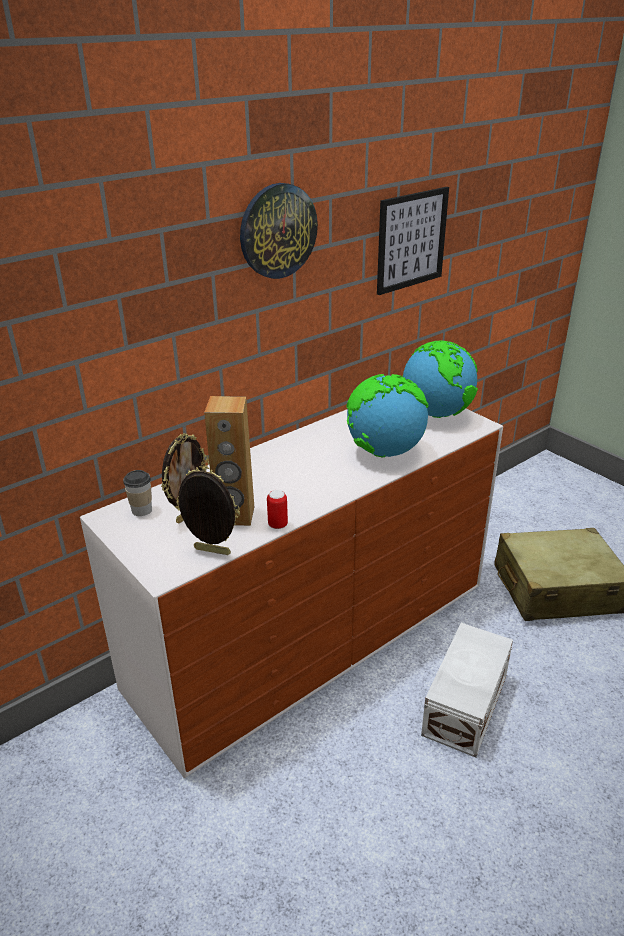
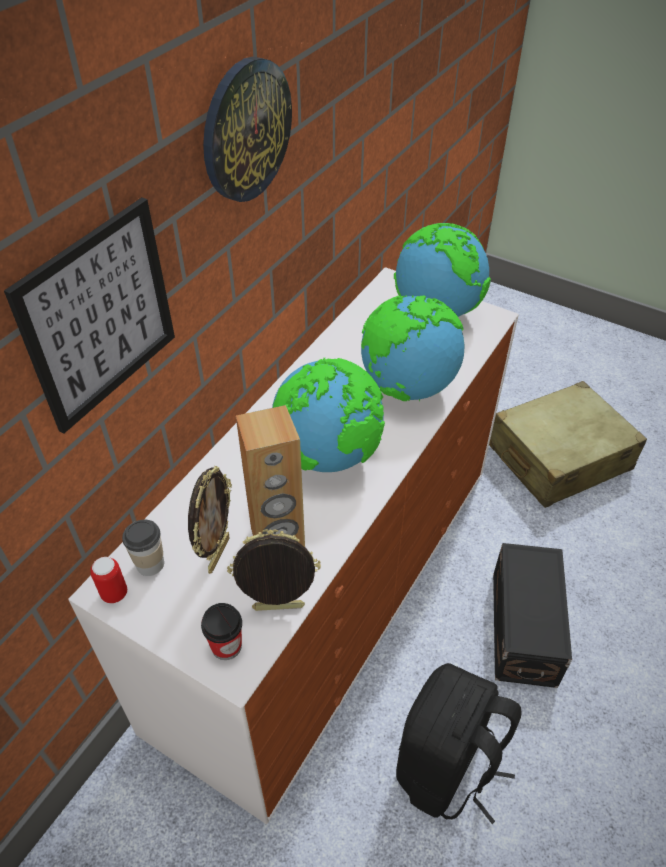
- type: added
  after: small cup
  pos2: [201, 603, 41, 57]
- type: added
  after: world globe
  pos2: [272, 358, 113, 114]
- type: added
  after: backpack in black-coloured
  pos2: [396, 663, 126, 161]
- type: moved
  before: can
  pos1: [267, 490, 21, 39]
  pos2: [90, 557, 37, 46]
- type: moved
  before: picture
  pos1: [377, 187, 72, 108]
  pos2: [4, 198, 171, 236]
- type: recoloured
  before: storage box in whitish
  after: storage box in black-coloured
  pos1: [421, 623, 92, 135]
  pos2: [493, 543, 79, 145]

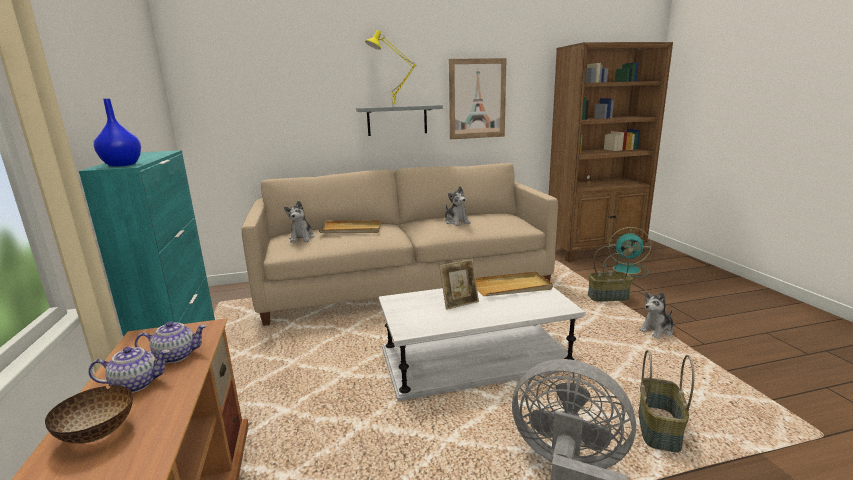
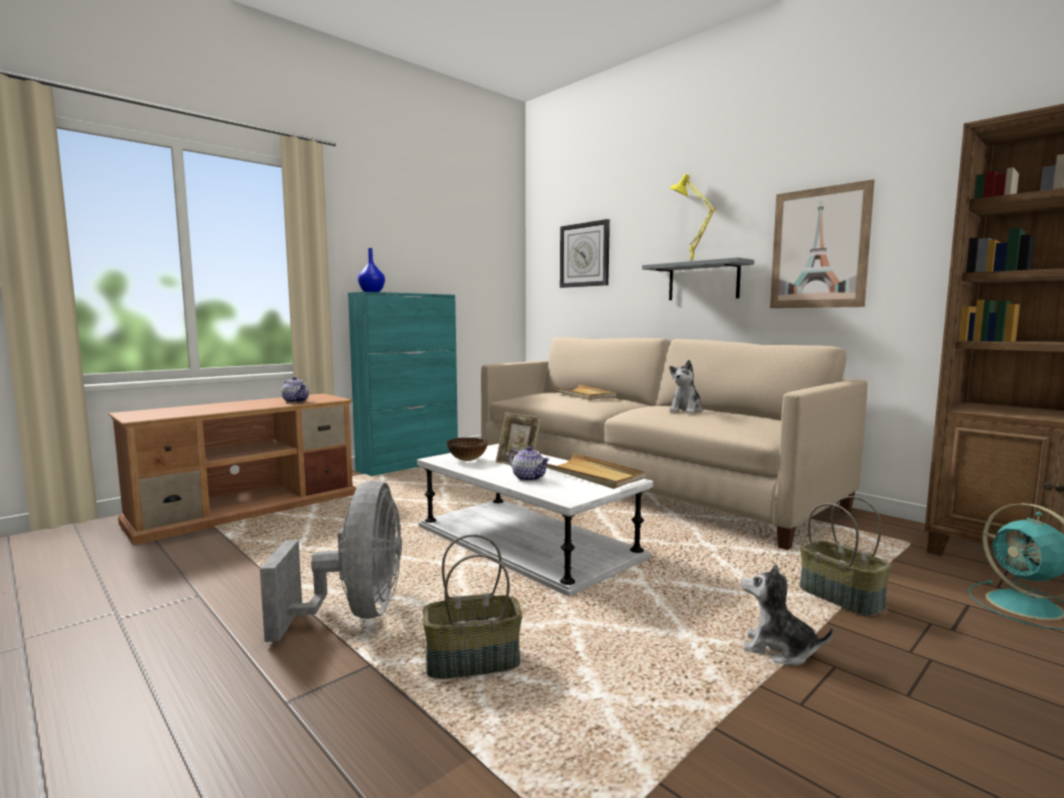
- type: removed
  before: soft toy
  pos1: [284, 201, 30, 42]
- type: added
  after: wall clock
  pos2: [560, 219, 50, 69]
- type: moved
  before: bowl
  pos1: [45, 385, 88, 59]
  pos2: [447, 438, 41, 23]
- type: moved
  before: tea pot
  pos1: [88, 347, 82, 46]
  pos2: [509, 446, 41, 35]

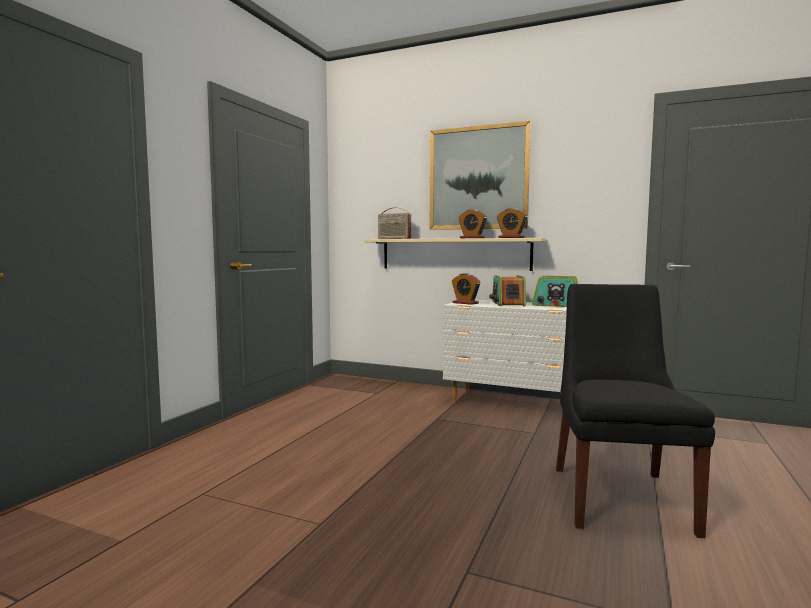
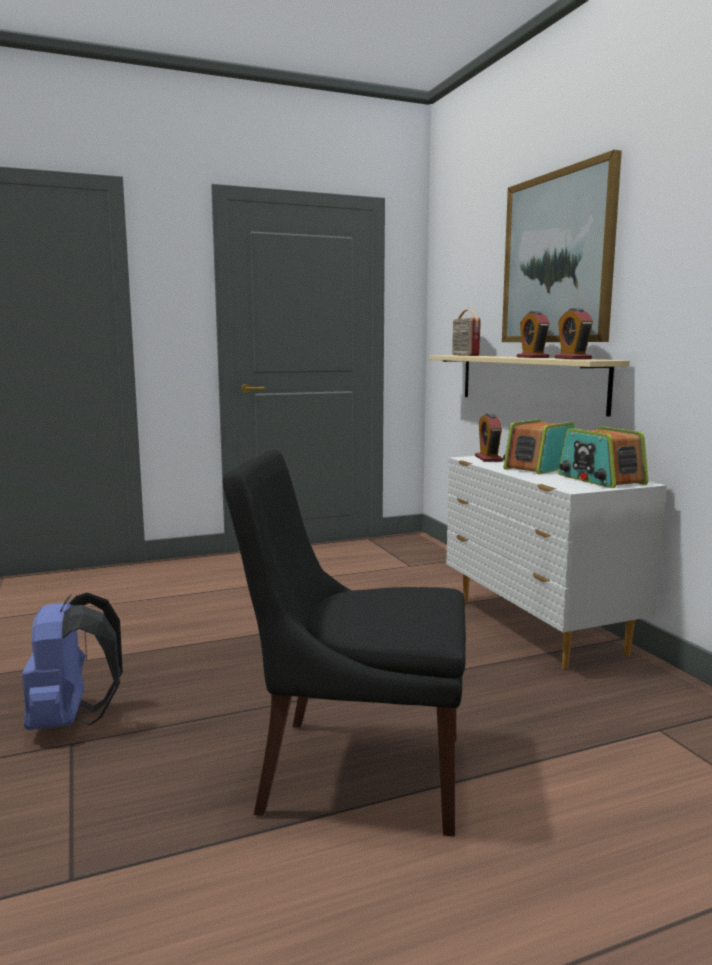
- type: added
  after: backpack in bluish
  pos2: [22, 593, 101, 137]
- type: turned
  before: plain chair in black-coloured
  pos1: [556, 284, 159, 254]
  pos2: [223, 450, 243, 387]
  turn: -135

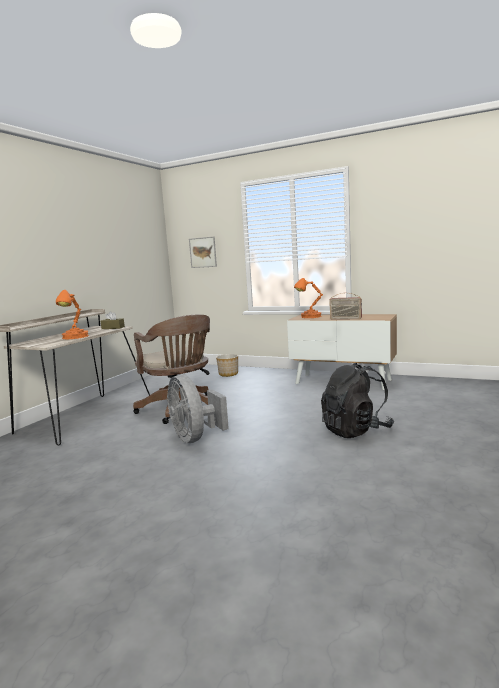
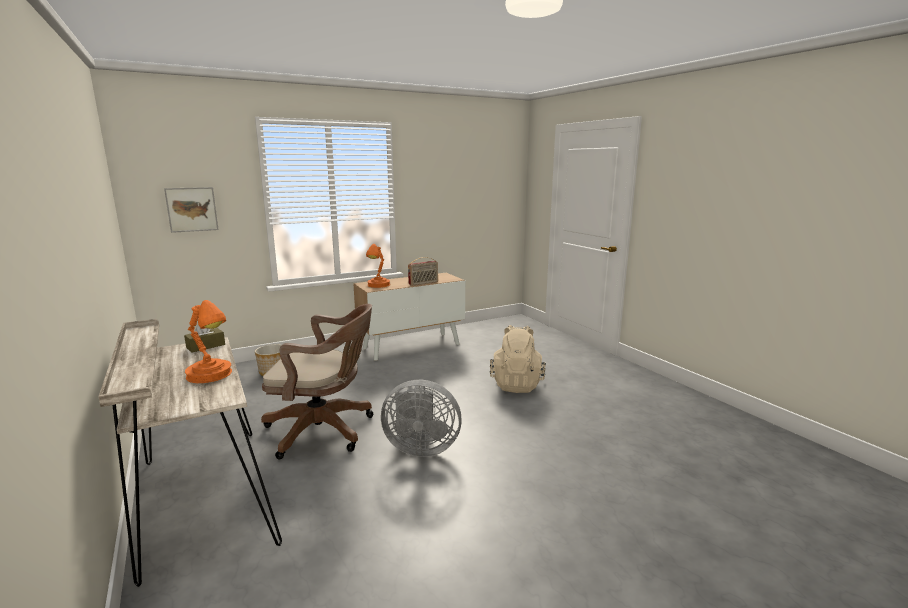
- type: recoloured
  before: backpack in black-coloured
  after: backpack in beige-coloured
  pos1: [321, 363, 73, 75]
  pos2: [490, 325, 56, 68]

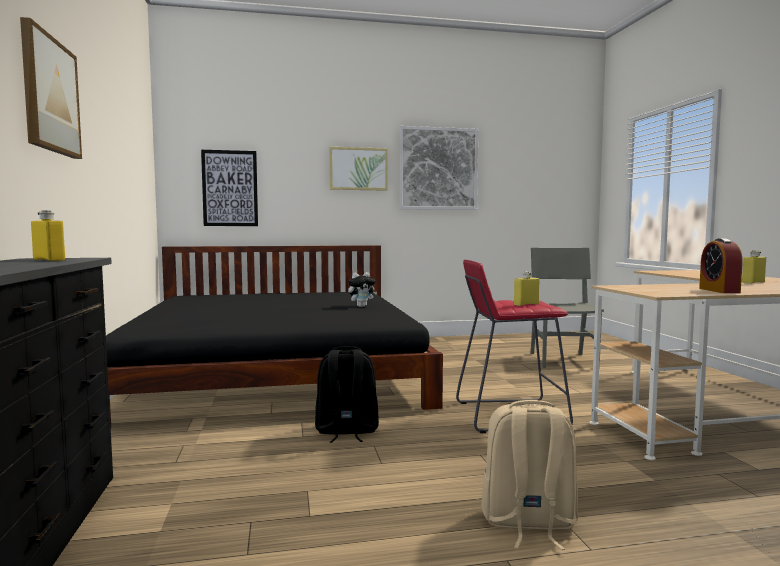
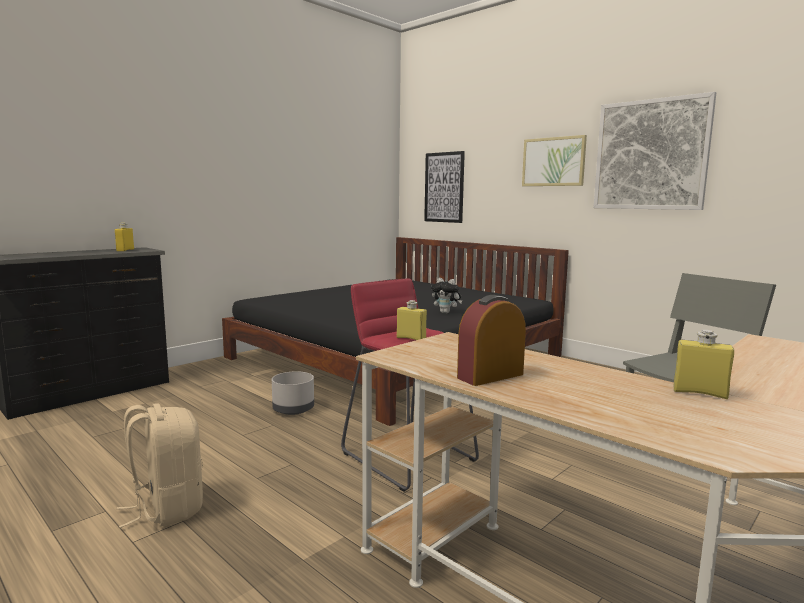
- type: removed
  before: picture
  pos1: [20, 17, 62, 142]
- type: replaced
  before: backpack in black-coloured
  after: plant pot in gray
  pos1: [315, 346, 64, 97]
  pos2: [272, 371, 42, 44]

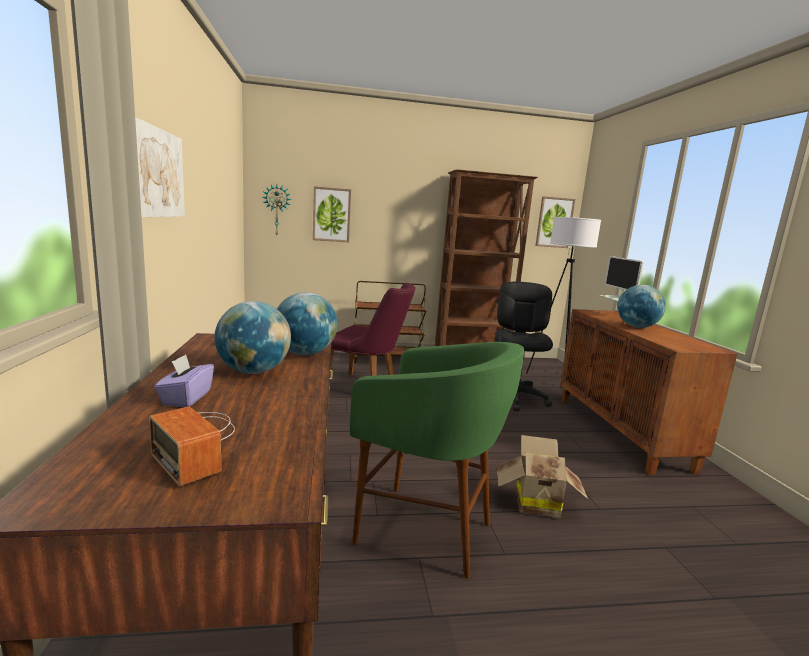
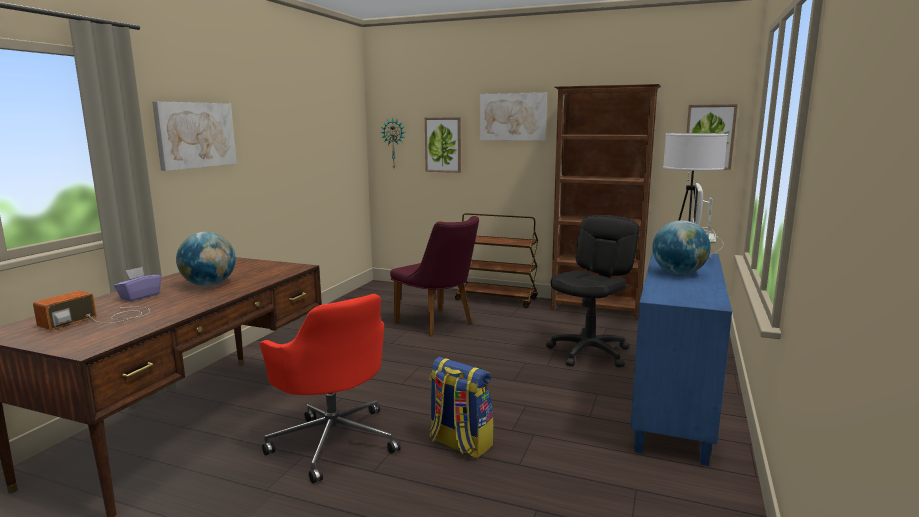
- type: removed
  before: world globe
  pos1: [277, 292, 61, 63]
- type: added
  after: picture
  pos2: [480, 93, 67, 47]
- type: replaced
  before: stool seat in green
  after: office chair in red-coloured
  pos1: [350, 342, 174, 237]
  pos2: [260, 294, 141, 190]
- type: replaced
  before: cardboard box
  after: backpack
  pos1: [496, 435, 92, 83]
  pos2: [429, 357, 64, 102]
- type: recoloured
  before: storage cabinet in brown
  after: storage cabinet in bluish
  pos1: [560, 309, 177, 166]
  pos2: [630, 251, 102, 215]
- type: turned
  before: radio receiver
  pos1: [149, 406, 86, 81]
  pos2: [33, 291, 117, 39]
  turn: 45

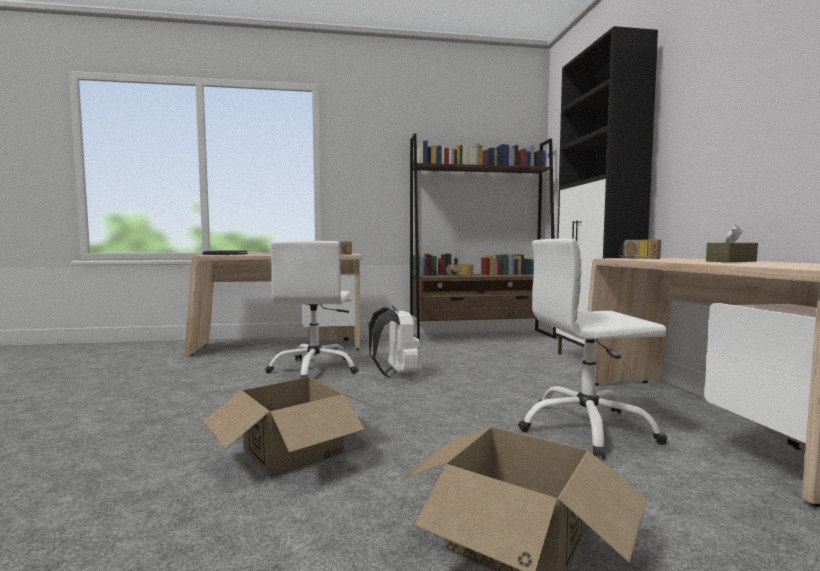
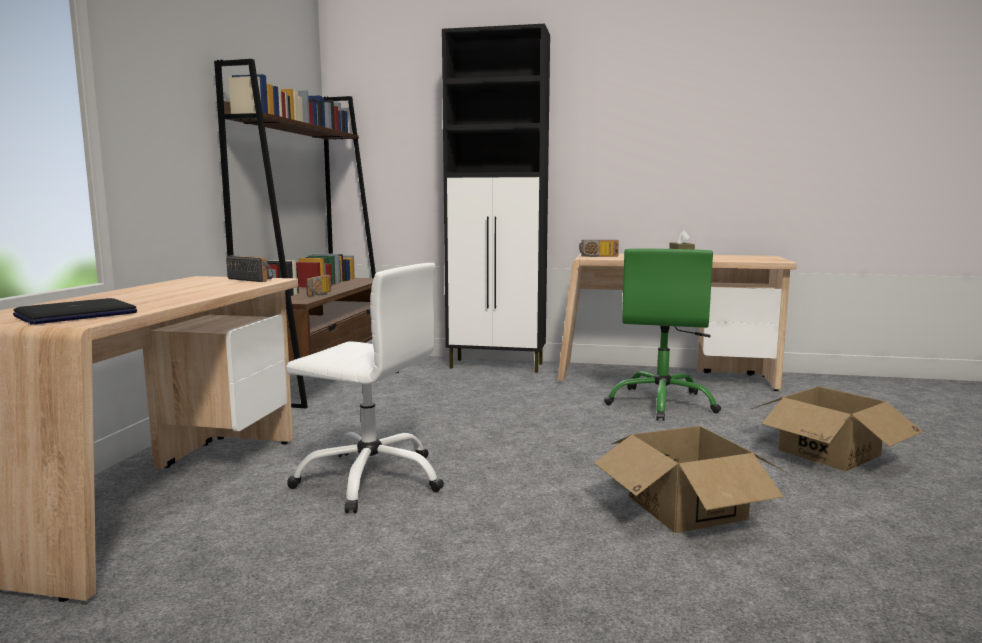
- type: removed
  before: backpack in whitish
  pos1: [369, 305, 52, 73]
- type: recoloured
  before: office chair in whitish
  after: office chair in green
  pos1: [518, 239, 149, 220]
  pos2: [604, 249, 117, 172]

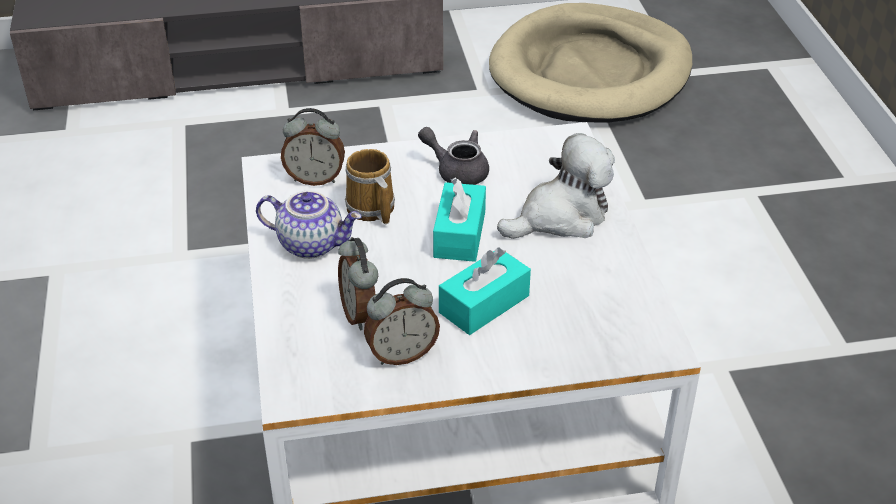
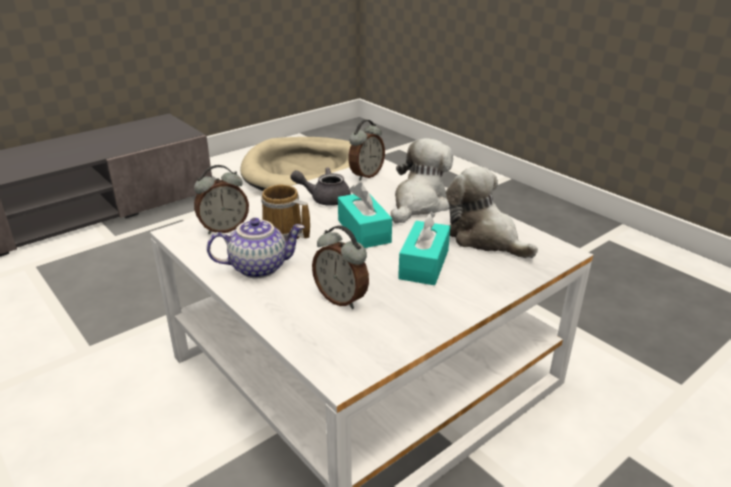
- type: added
  after: soft toy
  pos2: [446, 166, 92, 92]
- type: moved
  before: bedside clock
  pos1: [364, 278, 76, 87]
  pos2: [348, 120, 37, 61]

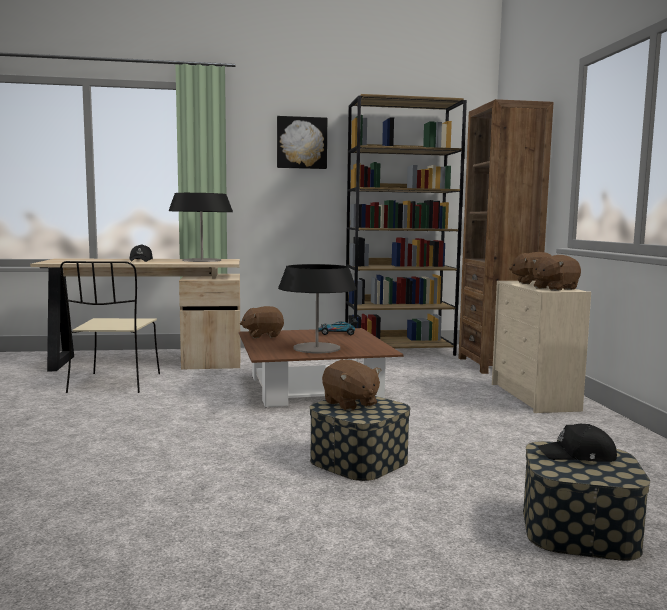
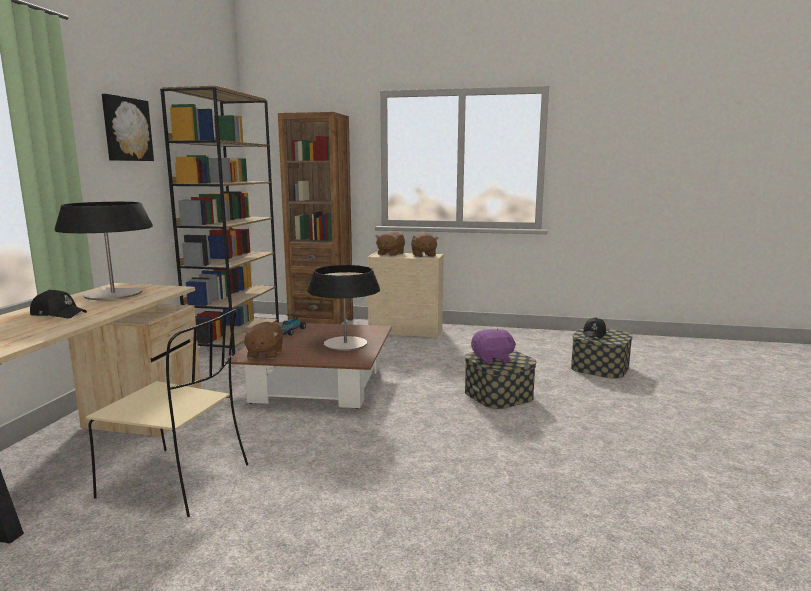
- type: recoloured
  before: soft toy in brown
  after: soft toy in purple-coloured
  pos1: [322, 359, 59, 52]
  pos2: [471, 329, 45, 35]

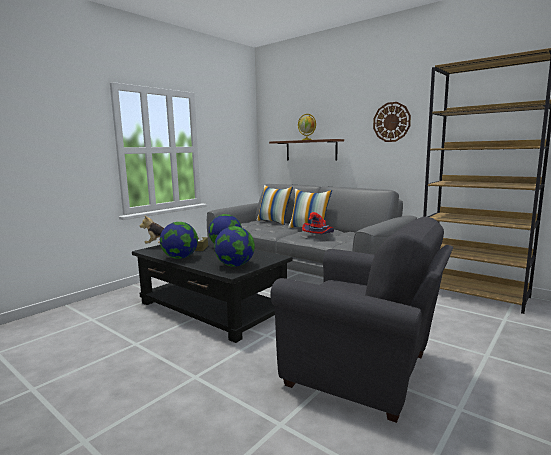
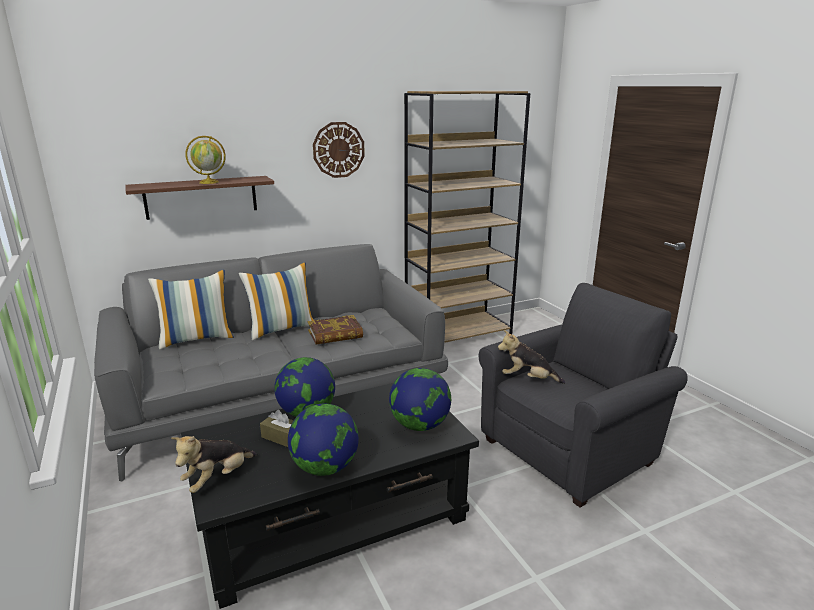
- type: added
  after: soft toy
  pos2: [498, 330, 67, 54]
- type: replaced
  before: wearable hat in red-coloured
  after: bound book
  pos1: [302, 212, 32, 22]
  pos2: [308, 315, 55, 29]

